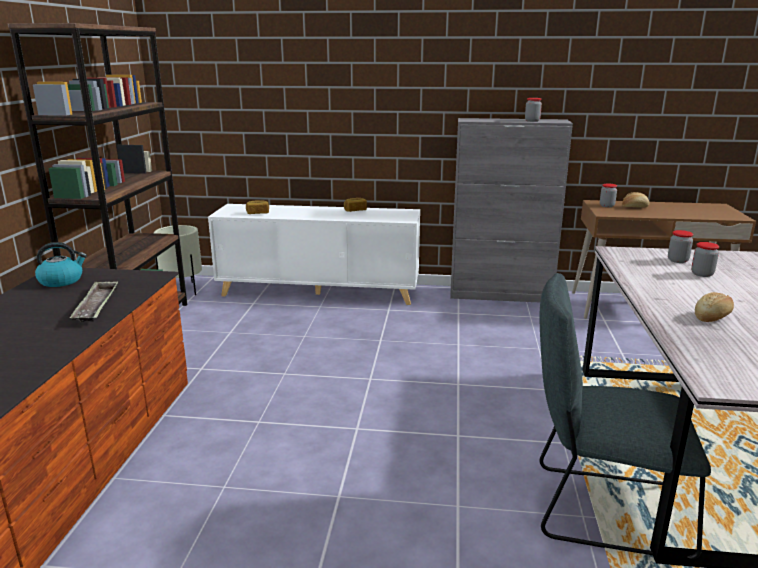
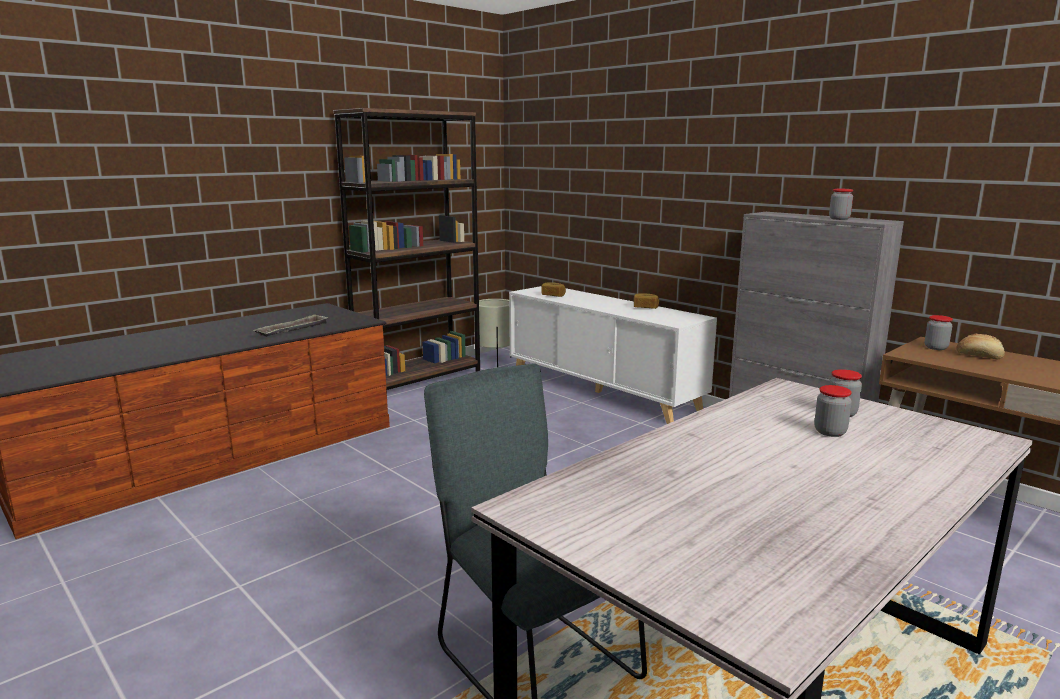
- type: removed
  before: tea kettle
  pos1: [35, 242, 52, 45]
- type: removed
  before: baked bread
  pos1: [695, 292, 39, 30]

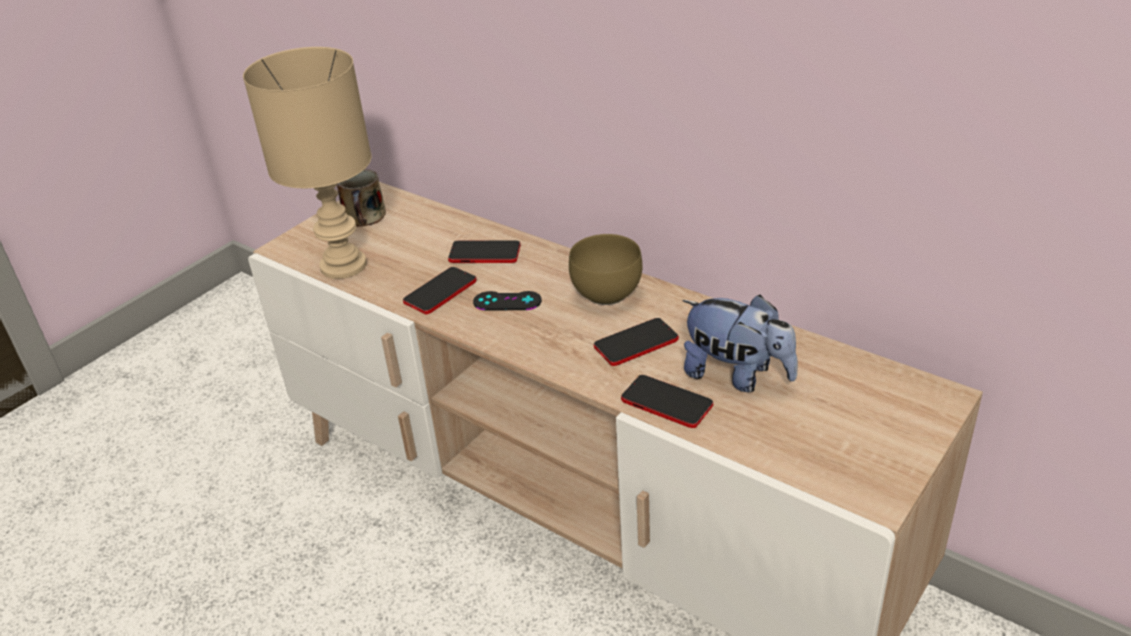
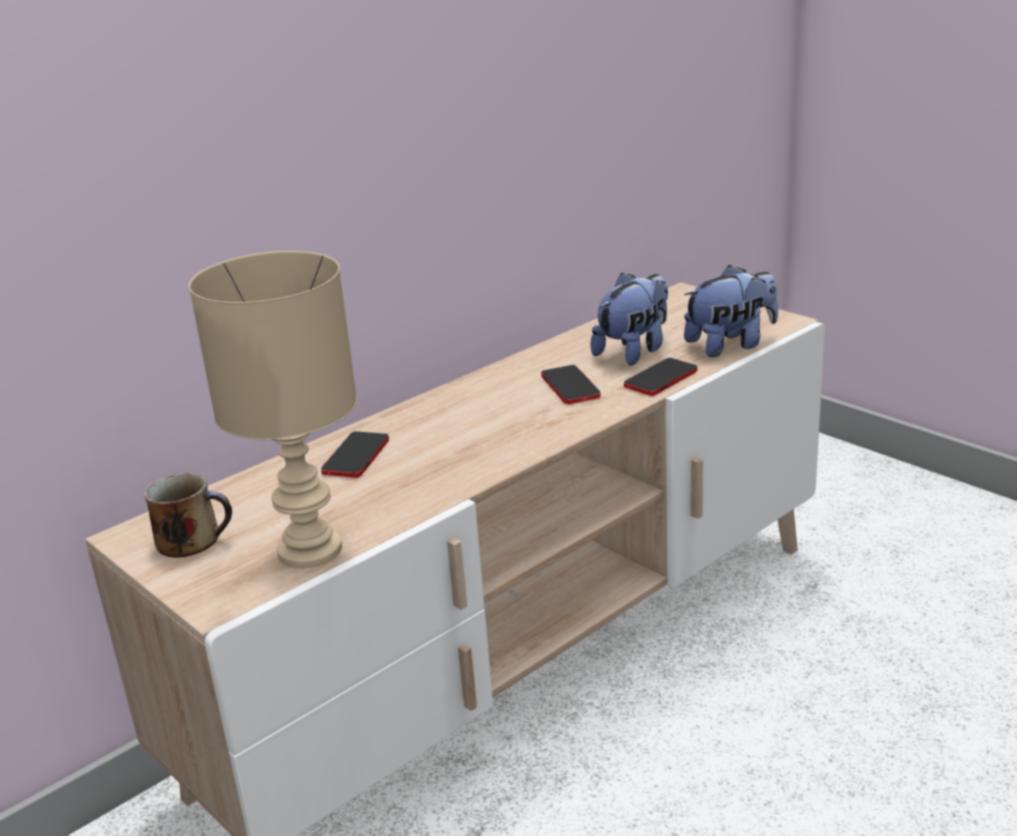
- type: removed
  before: telephone
  pos1: [403, 267, 73, 47]
- type: removed
  before: game controller in black-coloured
  pos1: [473, 291, 69, 19]
- type: removed
  before: bowl in brown
  pos1: [569, 234, 74, 71]
- type: added
  after: soft toy
  pos2: [684, 265, 94, 92]

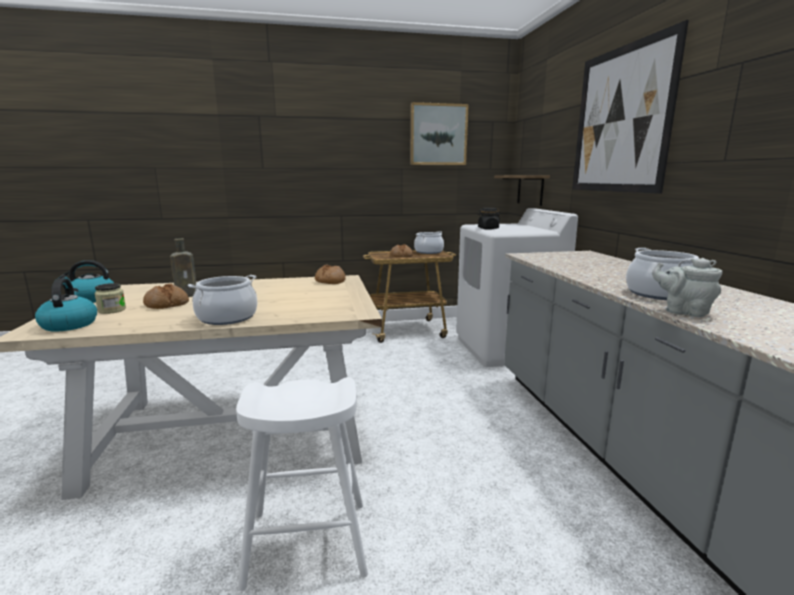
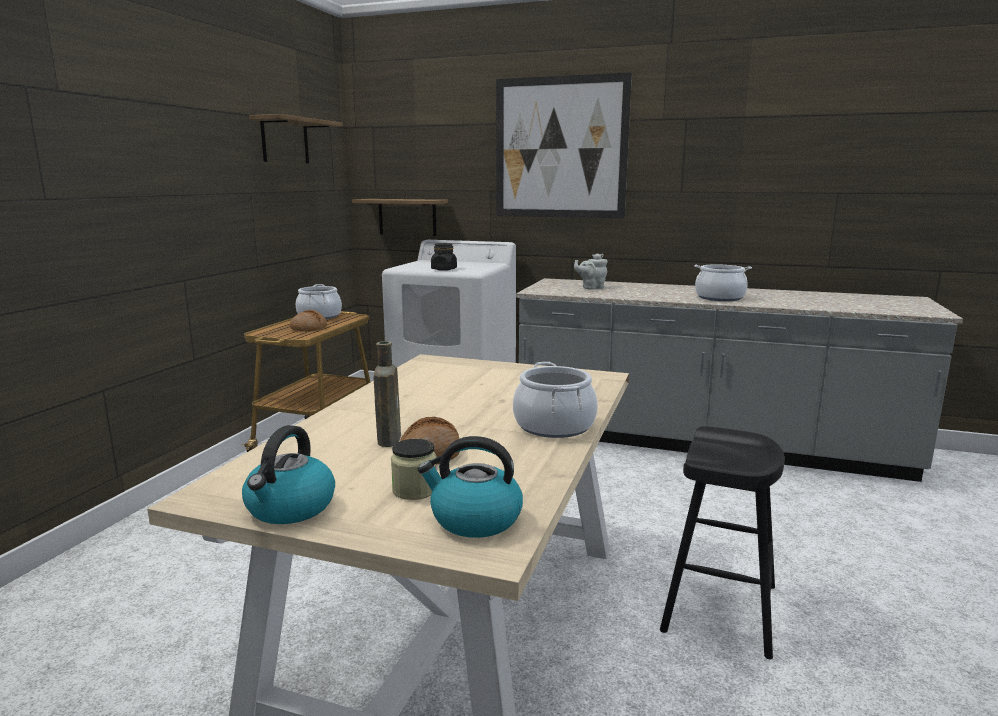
- type: removed
  before: baked bread
  pos1: [315, 264, 31, 20]
- type: moved
  before: tea pot in gray
  pos1: [652, 258, 70, 59]
  pos2: [574, 253, 34, 36]
- type: replaced
  before: picture
  after: shelf
  pos1: [410, 102, 59, 63]
  pos2: [249, 114, 94, 49]
- type: recoloured
  before: stool seat in whitish
  after: stool seat in black-coloured
  pos1: [236, 377, 132, 214]
  pos2: [660, 426, 125, 233]

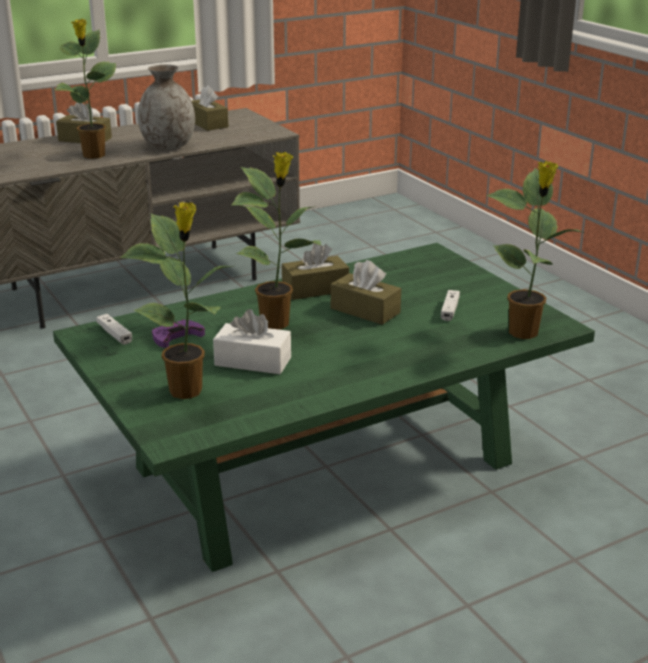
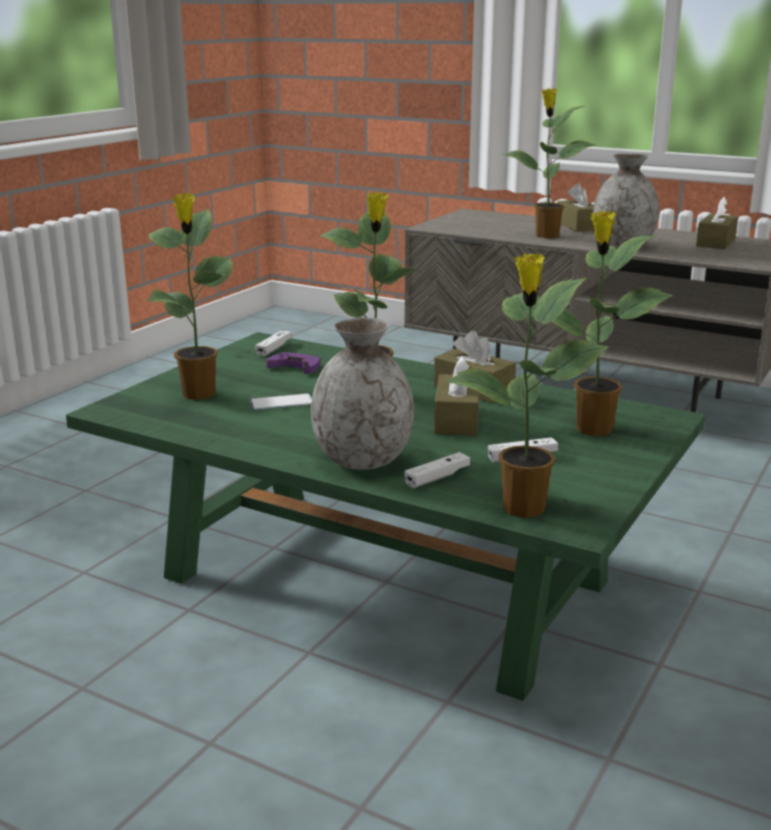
- type: added
  after: decorative vase in gray
  pos2: [311, 317, 103, 153]
- type: added
  after: game controller in whitish
  pos2: [405, 452, 65, 36]
- type: added
  after: houseplant
  pos2: [551, 210, 122, 226]
- type: replaced
  before: tissue holder in whitish
  after: telephone
  pos1: [213, 309, 78, 65]
  pos2: [249, 393, 63, 17]

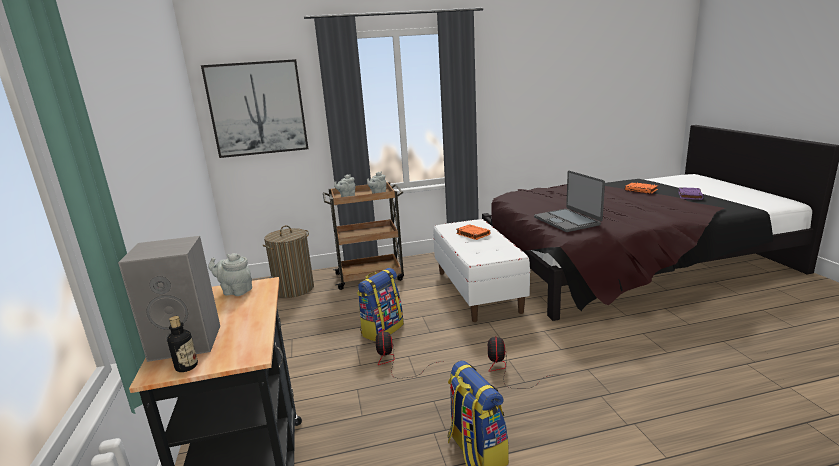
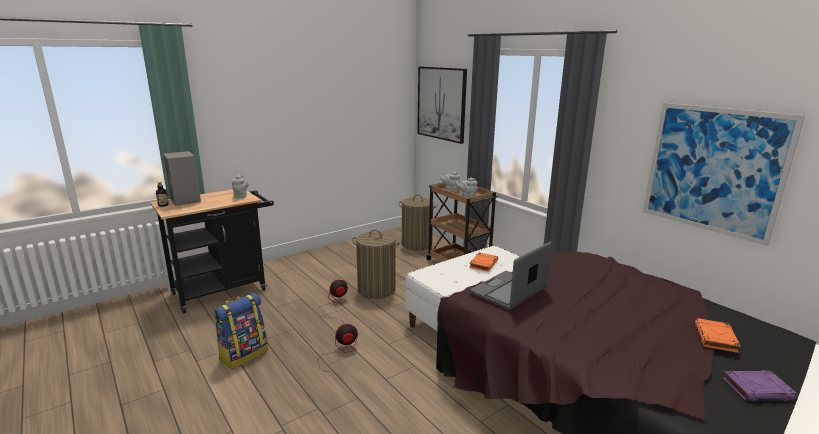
- type: added
  after: picture
  pos2: [643, 103, 162, 143]
- type: replaced
  before: backpack
  after: laundry basket
  pos1: [357, 268, 47, 74]
  pos2: [353, 230, 47, 69]

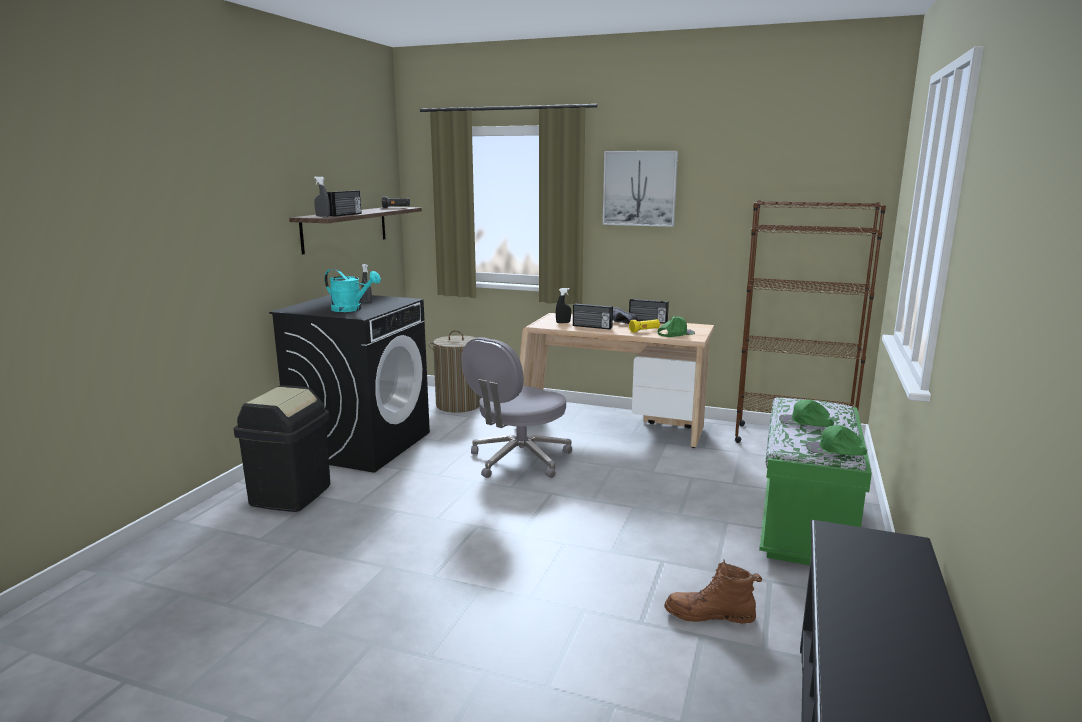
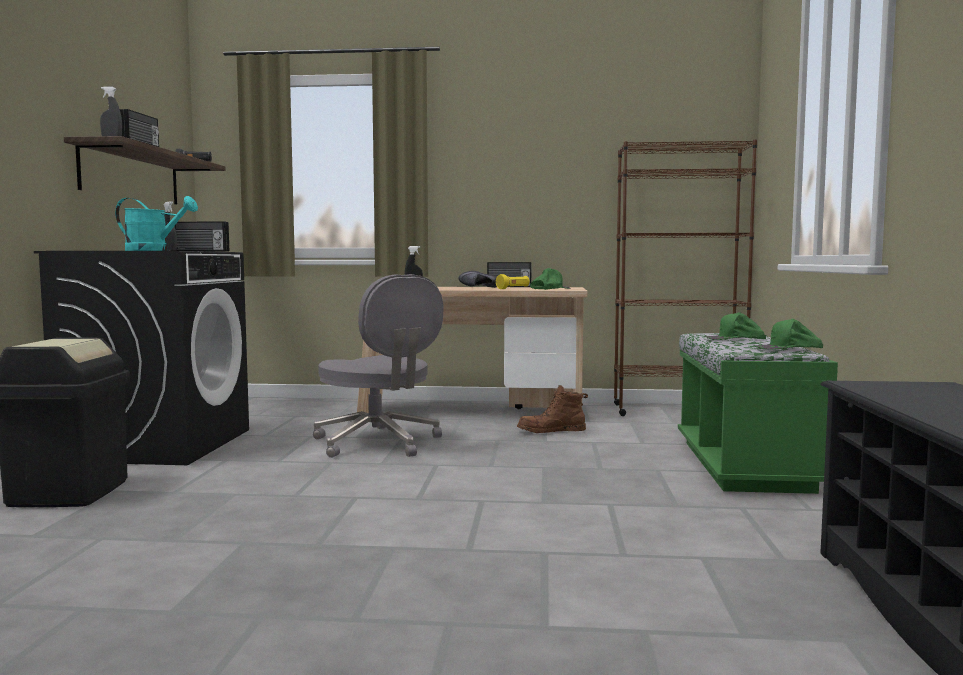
- type: removed
  before: laundry basket
  pos1: [428, 330, 53, 83]
- type: removed
  before: picture
  pos1: [603, 151, 75, 76]
- type: moved
  before: radio receiver
  pos1: [573, 303, 40, 26]
  pos2: [174, 221, 55, 31]
- type: moved
  before: tall boot in brown
  pos1: [664, 560, 98, 64]
  pos2: [517, 385, 71, 48]
- type: turned
  before: office chair in gray
  pos1: [461, 337, 111, 141]
  pos2: [313, 274, 130, 184]
  turn: -60

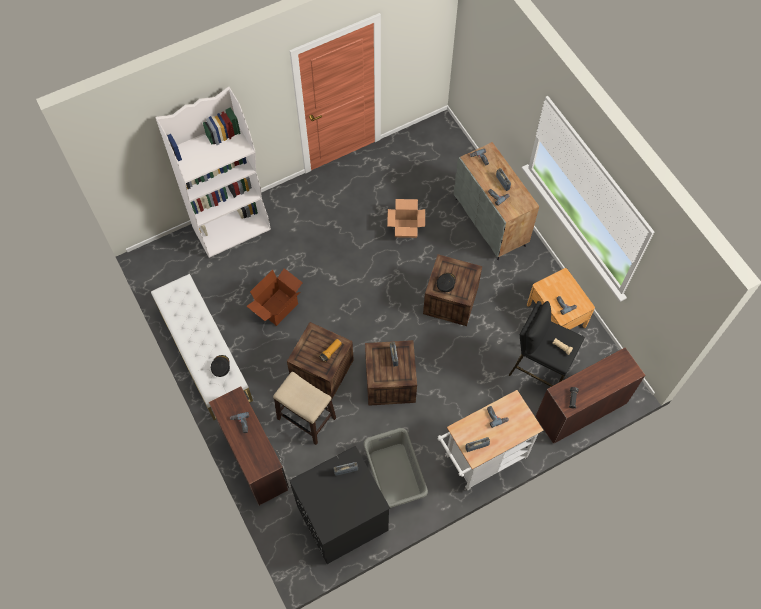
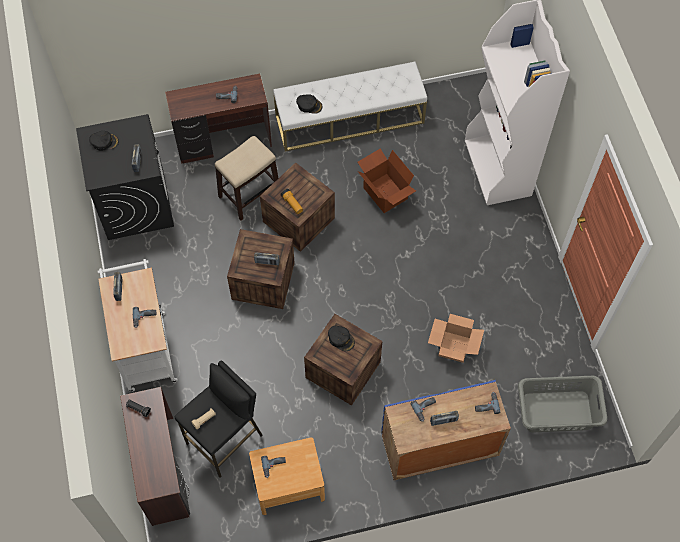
- type: added
  after: baseball cap in black-coloured
  pos2: [89, 131, 30, 20]
- type: moved
  before: laundry basket in gray
  pos1: [363, 428, 65, 80]
  pos2: [518, 376, 89, 56]
- type: recoloured
  before: storage cabinet in gray
  after: storage cabinet in bluish
  pos1: [454, 142, 85, 118]
  pos2: [381, 380, 130, 100]

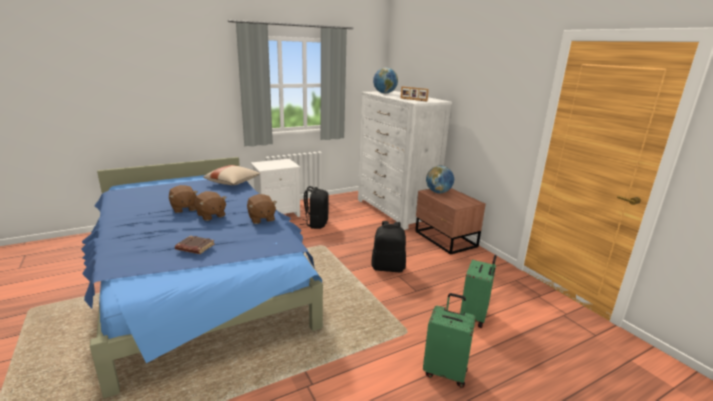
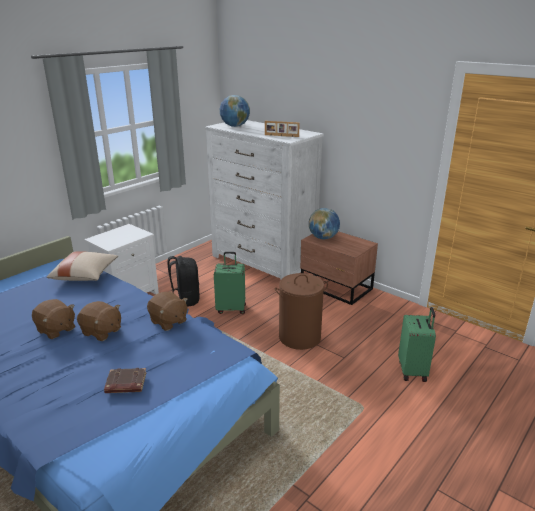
- type: moved
  before: piece of luggage in green
  pos1: [423, 293, 53, 95]
  pos2: [214, 252, 32, 62]
- type: replaced
  before: backpack in black-coloured
  after: laundry basket in brown
  pos1: [371, 221, 35, 51]
  pos2: [275, 273, 53, 77]

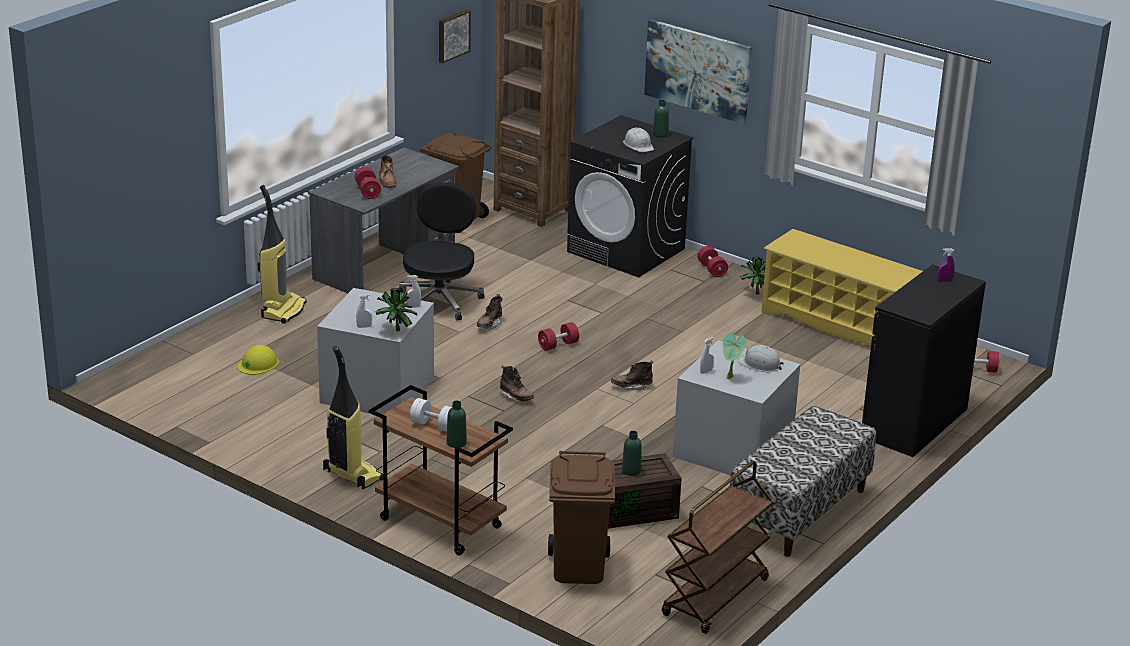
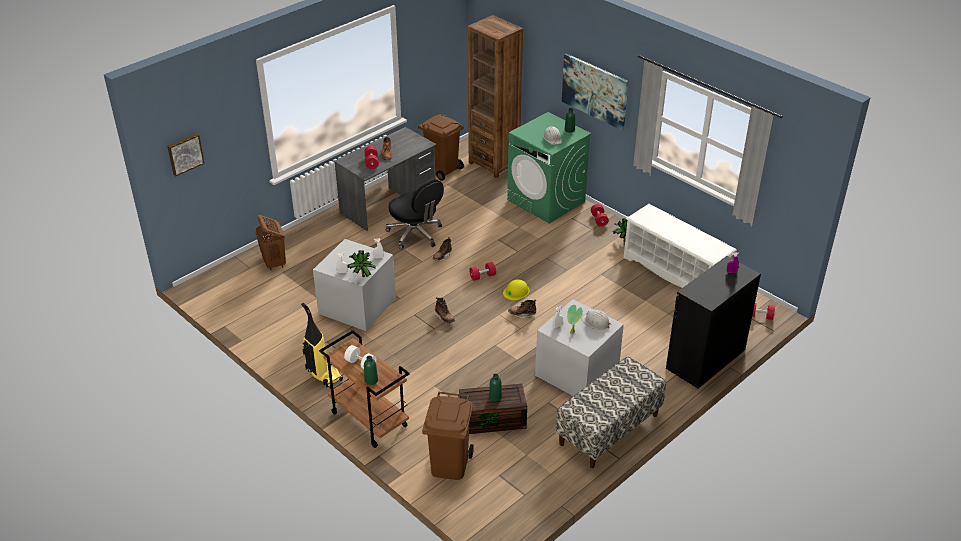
- type: removed
  before: vacuum cleaner
  pos1: [257, 185, 50, 139]
- type: removed
  before: wheeled cart in brown
  pos1: [662, 461, 112, 173]
- type: added
  after: laundry basket in brown
  pos2: [255, 215, 31, 56]
- type: moved
  before: hard hat in yellowish
  pos1: [237, 345, 42, 30]
  pos2: [503, 279, 26, 21]
- type: moved
  before: picture
  pos1: [439, 9, 32, 54]
  pos2: [167, 134, 38, 42]
- type: recoloured
  before: laundry appliance in black-coloured
  after: laundry appliance in green
  pos1: [567, 115, 127, 162]
  pos2: [507, 112, 84, 111]
- type: recoloured
  before: shoe rack in yellowish
  after: shoe rack in whitish
  pos1: [761, 229, 162, 115]
  pos2: [624, 204, 113, 84]
- type: turned
  before: office chair in black-coloured
  pos1: [399, 182, 86, 139]
  pos2: [386, 180, 58, 70]
  turn: 120

